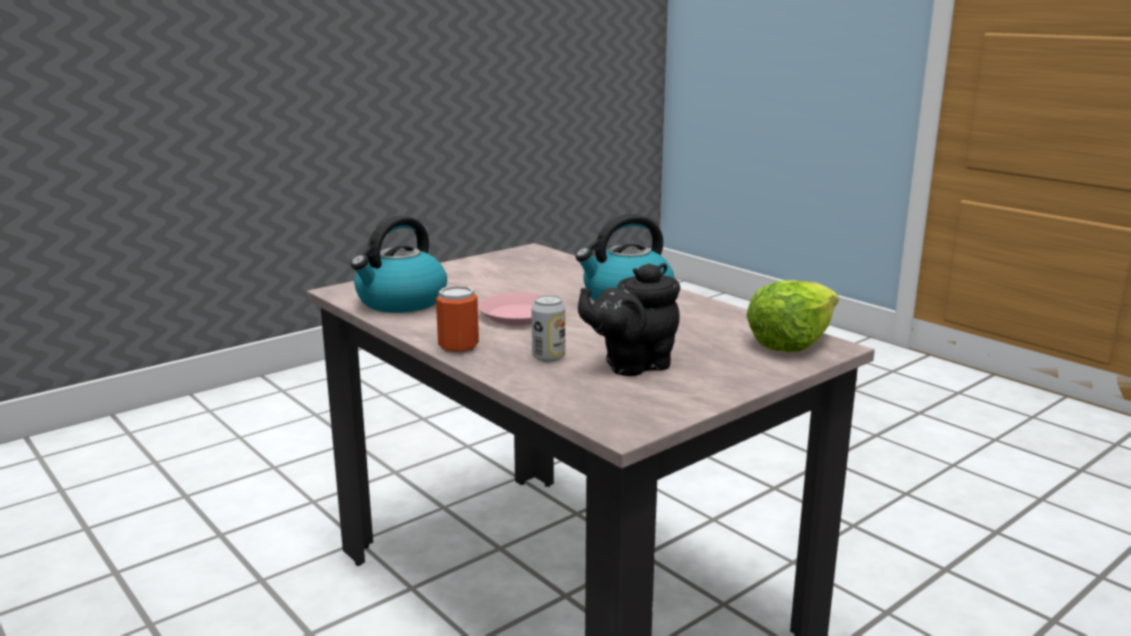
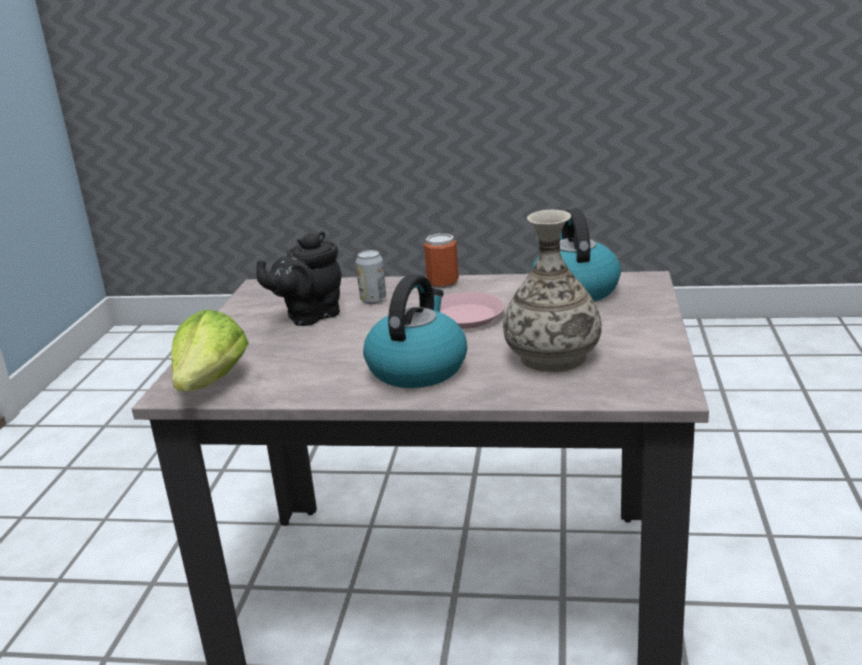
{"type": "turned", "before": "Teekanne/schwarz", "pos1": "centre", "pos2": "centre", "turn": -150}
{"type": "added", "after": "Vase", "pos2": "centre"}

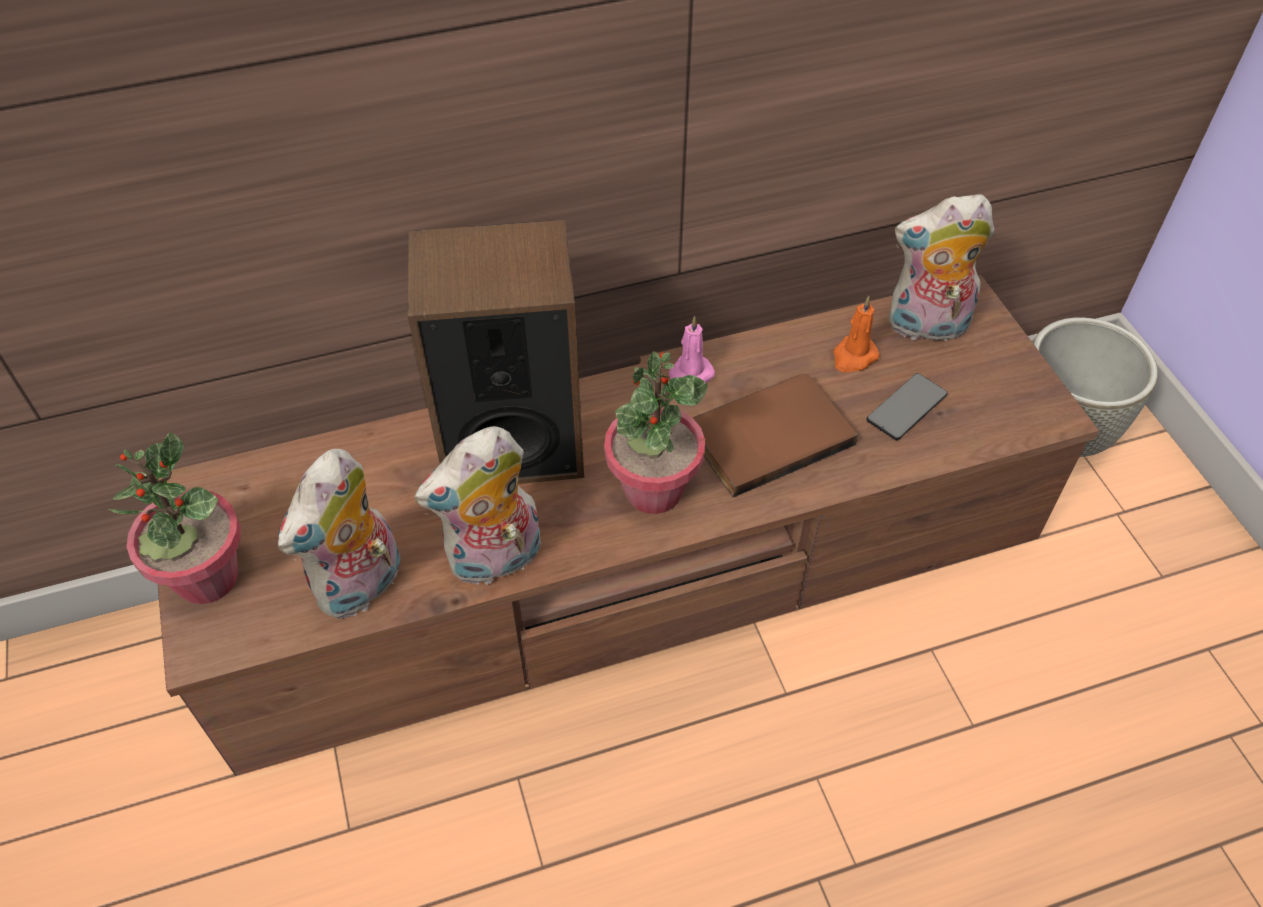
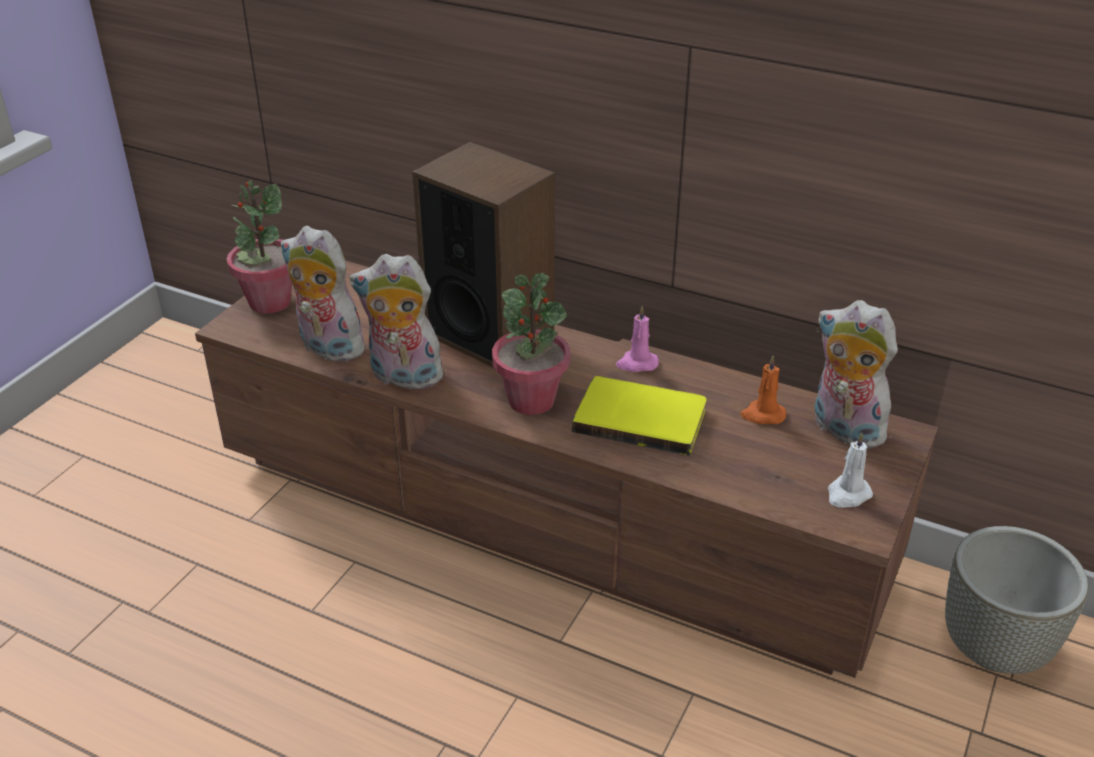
{"type": "removed", "before": "Handy", "pos1": "middle right"}
{"type": "recoloured", "before": "Buch/braun", "after": "Buch/gelb", "pos1": "centre", "pos2": "centre"}
{"type": "turned", "before": "Plüschtier (1st from left)", "pos1": "middle left", "pos2": "middle left", "turn": 45}
{"type": "added", "after": "Kerze/weiß", "pos2": "middle right"}

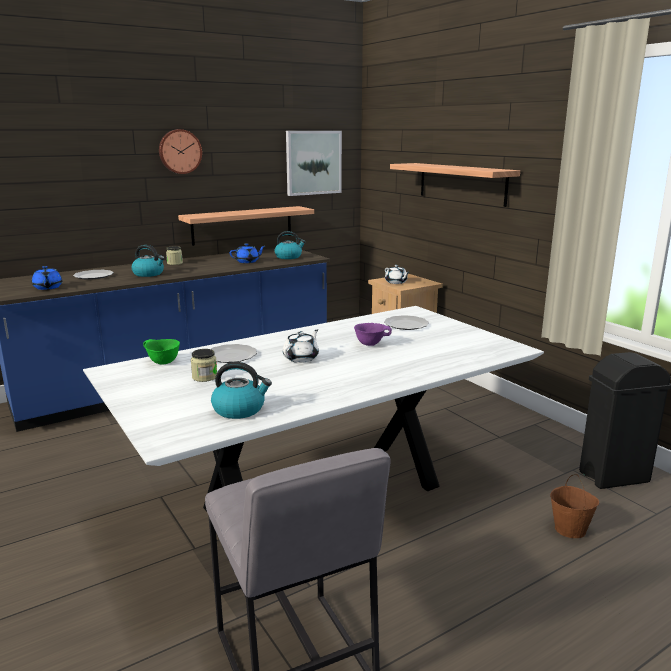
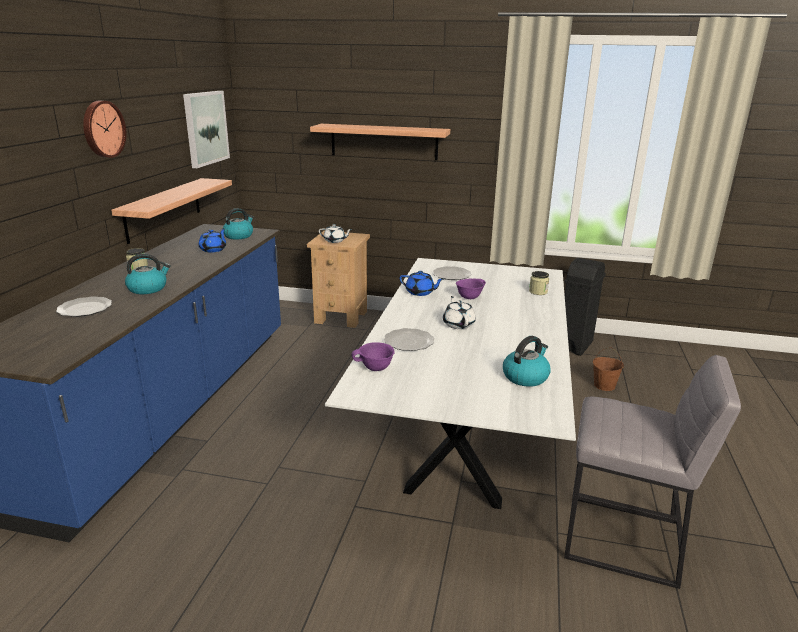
{"type": "moved", "before": "Teekanne/blau (1st from left in the first image)", "after": "Teekanne/blau (2nd from left)", "pos1": "middle left", "pos2": "centre"}
{"type": "recoloured", "before": "Schüssel/grün", "after": "Schüssel/lila (1st from left)", "pos1": "middle left", "pos2": "centre"}
{"type": "moved", "before": "Vorratsglas (2nd from left)", "pos1": "middle left", "pos2": "middle right"}

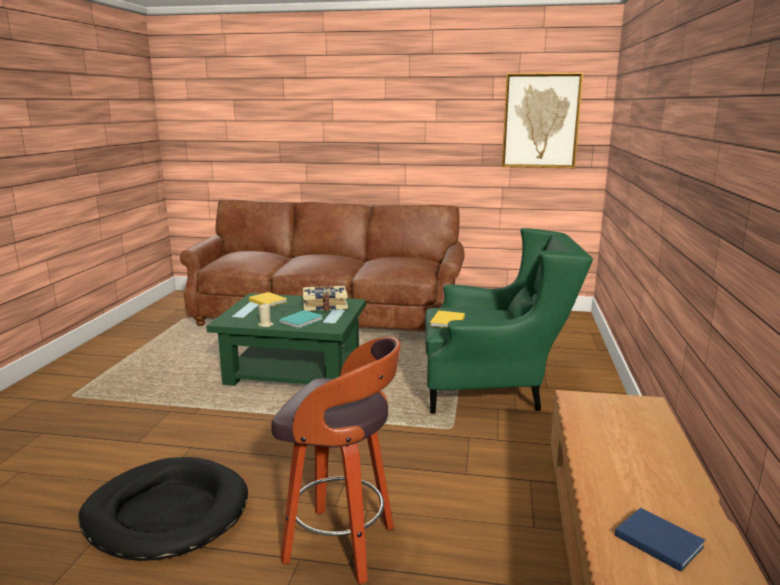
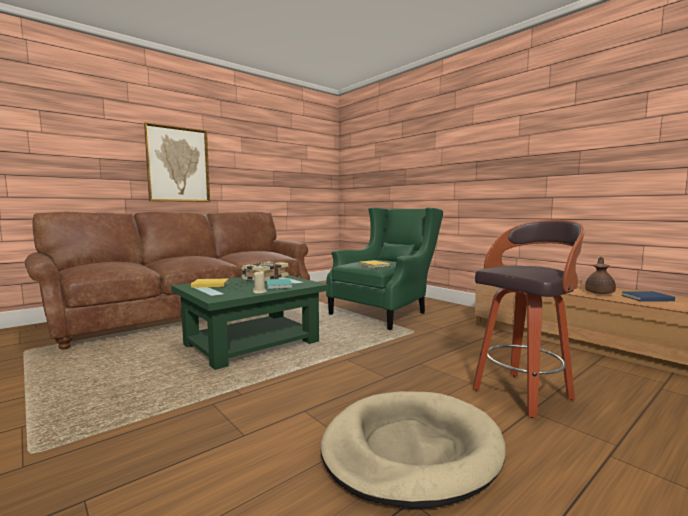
{"type": "moved", "before": "Bild", "pos1": "top right", "pos2": "top left"}
{"type": "recoloured", "before": "Hundebett/schwarz", "after": "Hundebett/beige", "pos1": "bottom left", "pos2": "bottom centre"}
{"type": "added", "after": "Teekanne/braun", "pos2": "middle right"}

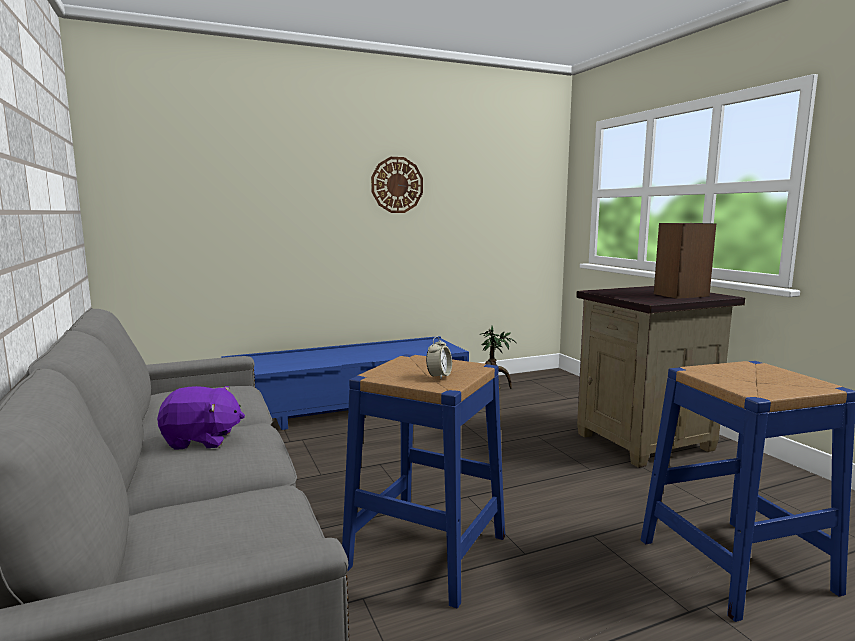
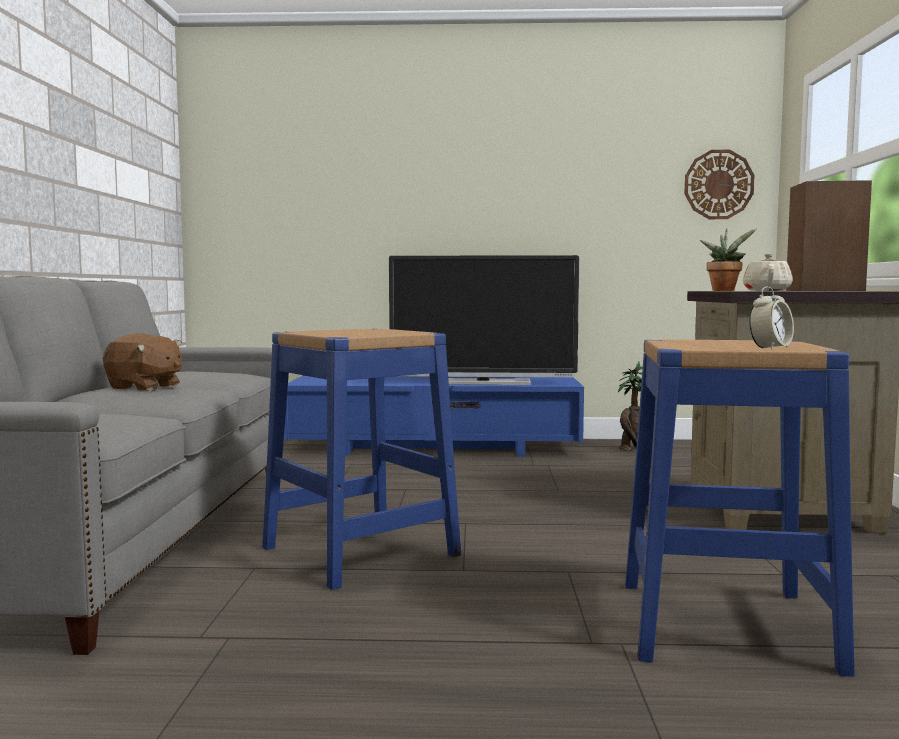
{"type": "moved", "before": "Wanduhr", "pos1": "top centre", "pos2": "top right"}
{"type": "moved", "before": "Wecker", "pos1": "centre", "pos2": "middle right"}
{"type": "recoloured", "before": "Plüschtier/lila", "after": "Plüschtier/braun", "pos1": "middle left", "pos2": "middle left"}
{"type": "added", "after": "Topfpflanze (2nd from left)", "pos2": "middle right"}
{"type": "added", "after": "Teekanne/beige", "pos2": "middle right"}
{"type": "added", "after": "Fernseher", "pos2": "centre"}

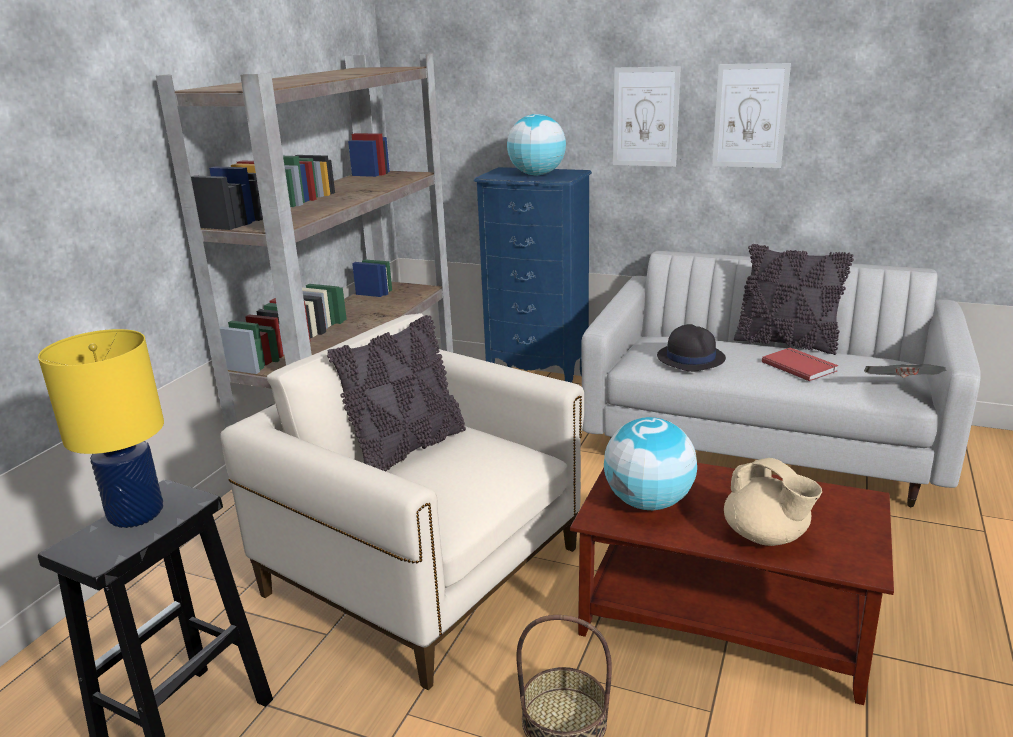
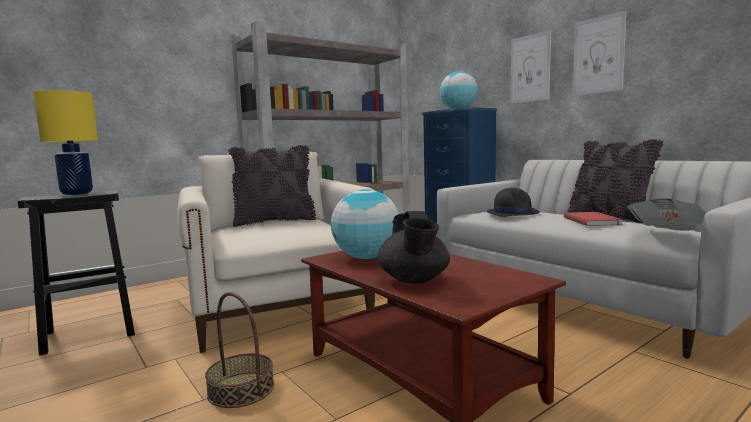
{"type": "recoloured", "before": "Teekanne/beige", "after": "Teekanne/schwarz", "pos1": "bottom right", "pos2": "centre"}

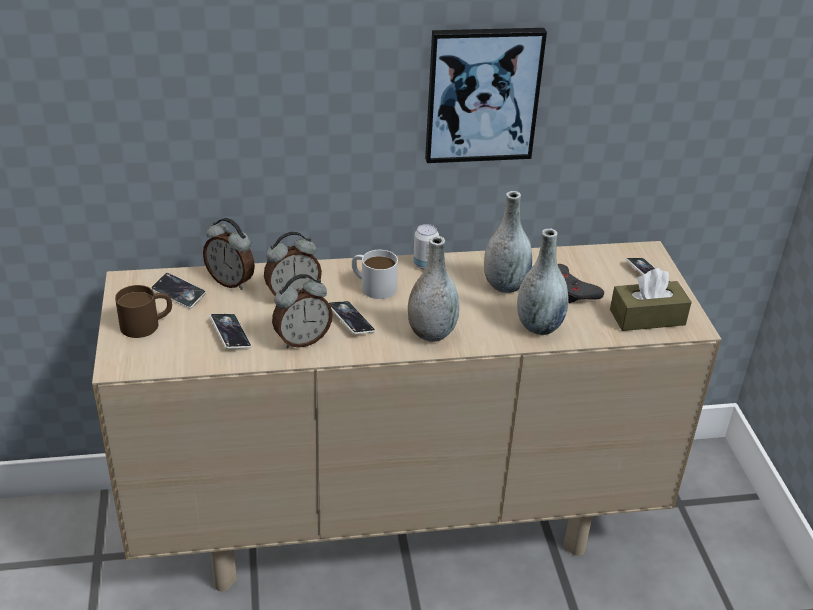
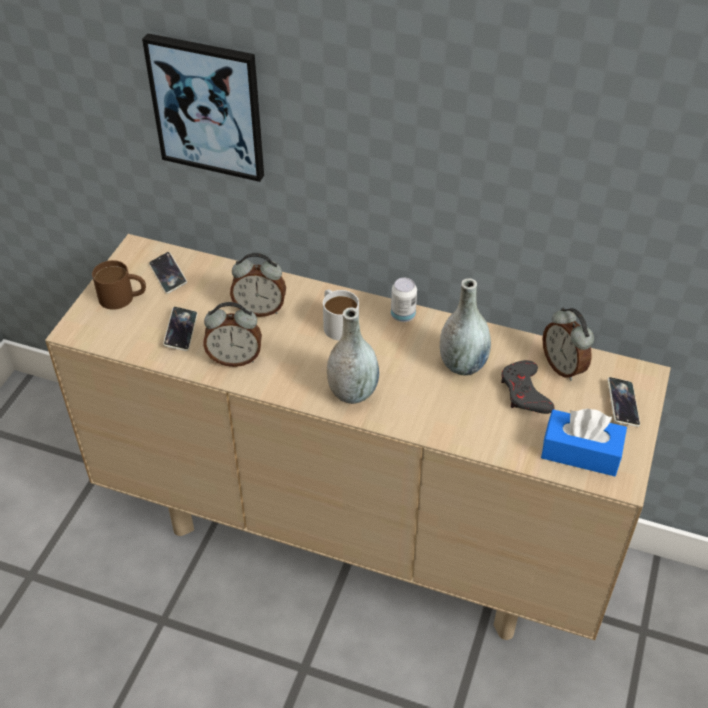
{"type": "moved", "before": "Bild", "pos1": "top centre", "pos2": "top left"}
{"type": "moved", "before": "Wecker (1st from left in the first image)", "after": "Wecker (3rd from left)", "pos1": "middle left", "pos2": "middle right"}
{"type": "removed", "before": "Vase/grau (3rd from left)", "pos1": "middle right"}
{"type": "recoloured", "before": "Taschentuchbox/braun", "after": "Taschentuchbox/blau", "pos1": "middle right", "pos2": "middle right"}
{"type": "removed", "before": "Handy (3rd from left)", "pos1": "centre"}

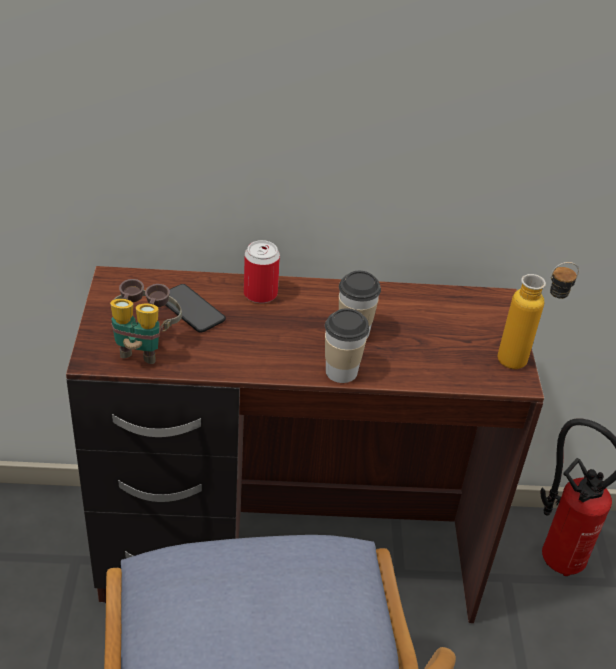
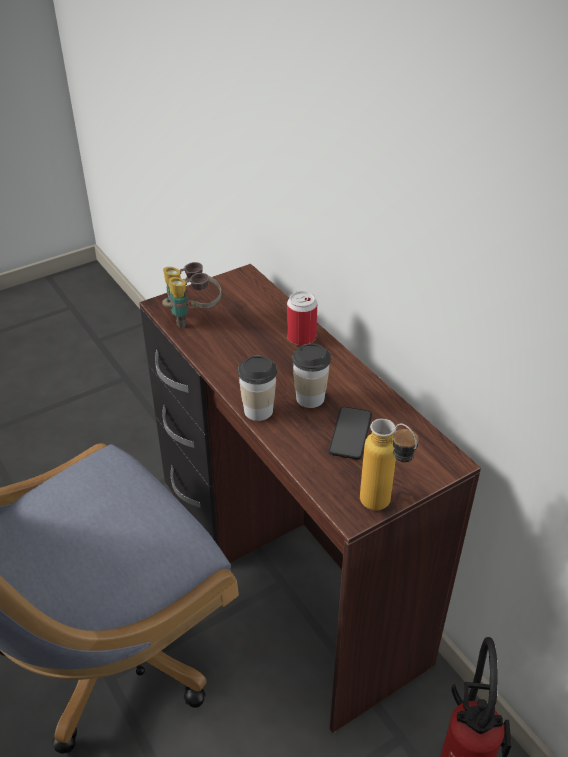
{"type": "moved", "before": "Handy", "pos1": "middle left", "pos2": "centre"}

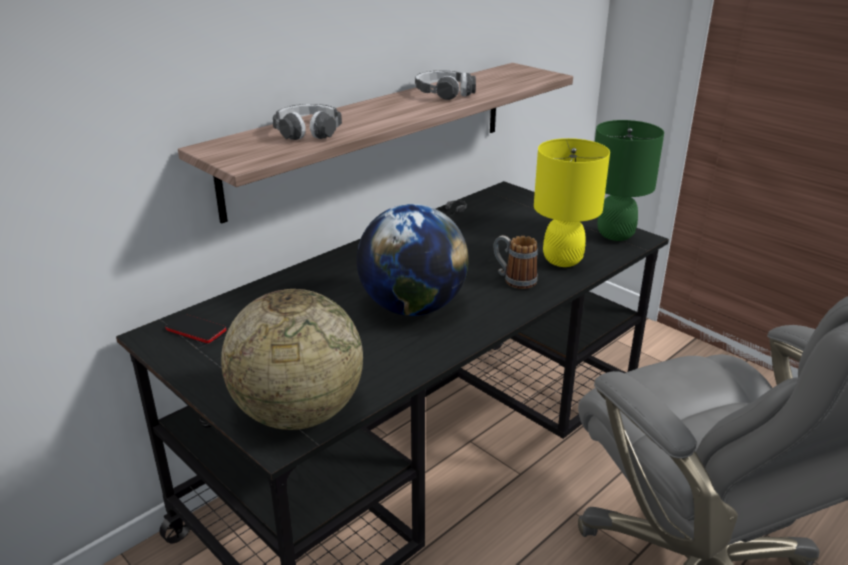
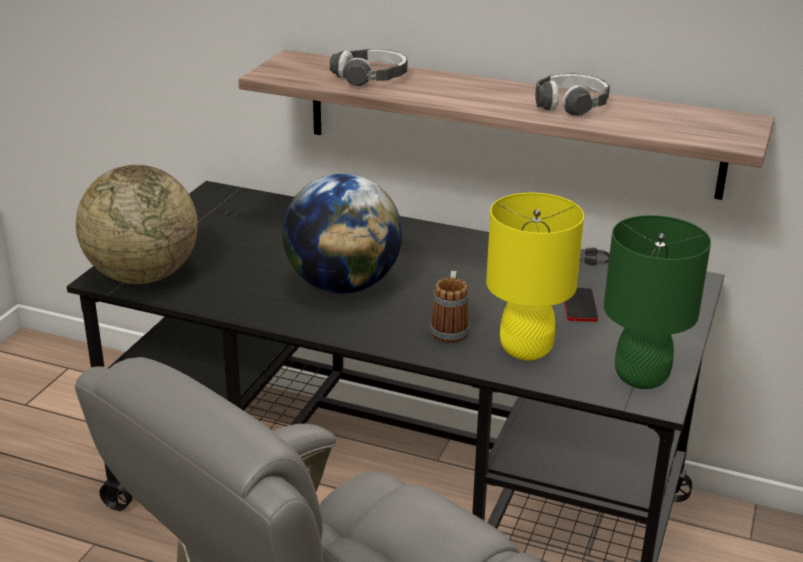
{"type": "moved", "before": "Handy", "pos1": "middle left", "pos2": "middle right"}

